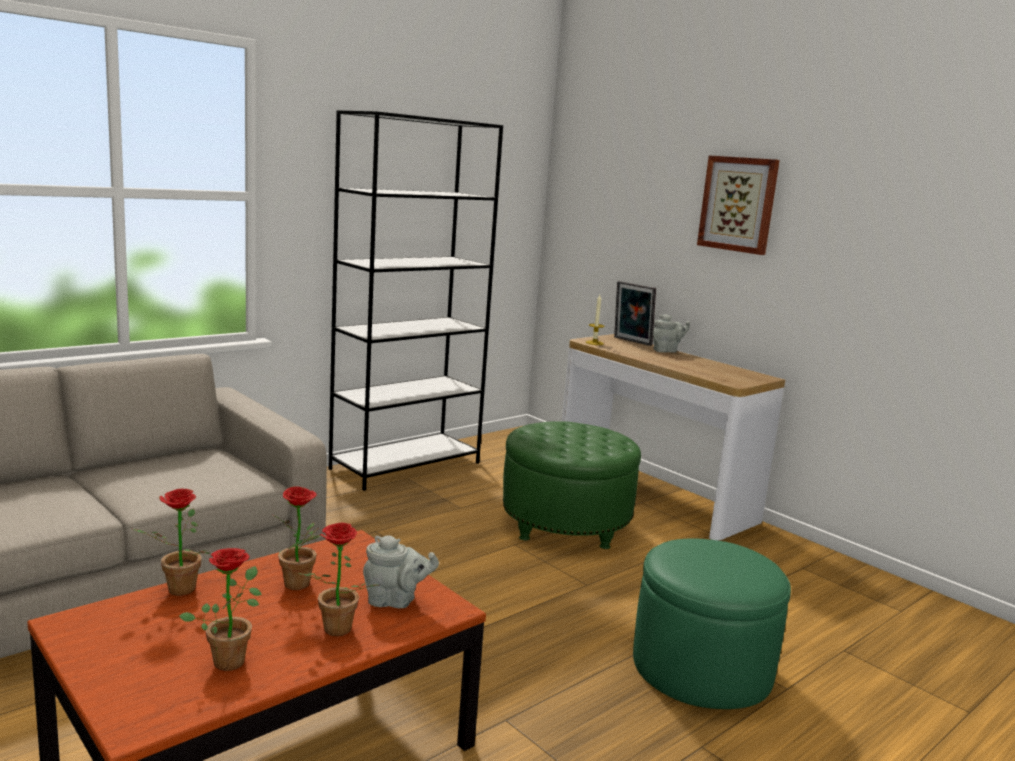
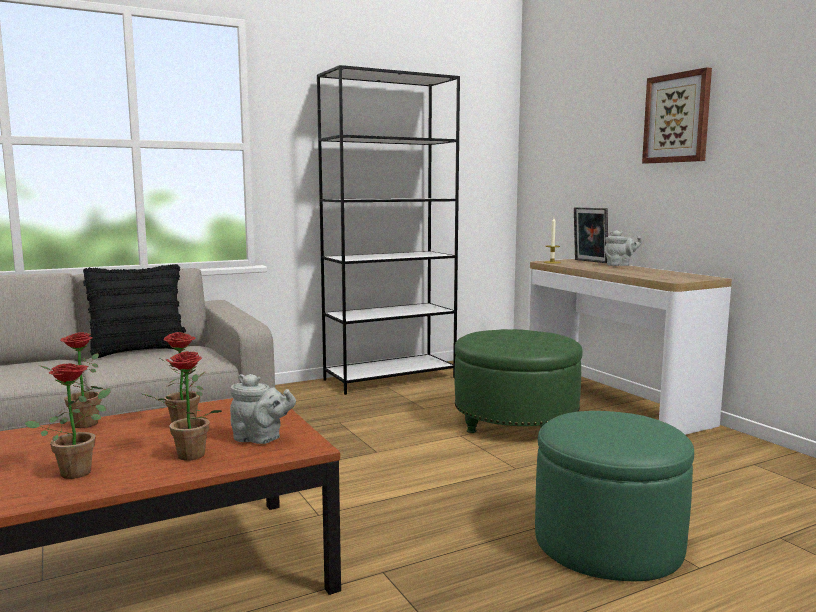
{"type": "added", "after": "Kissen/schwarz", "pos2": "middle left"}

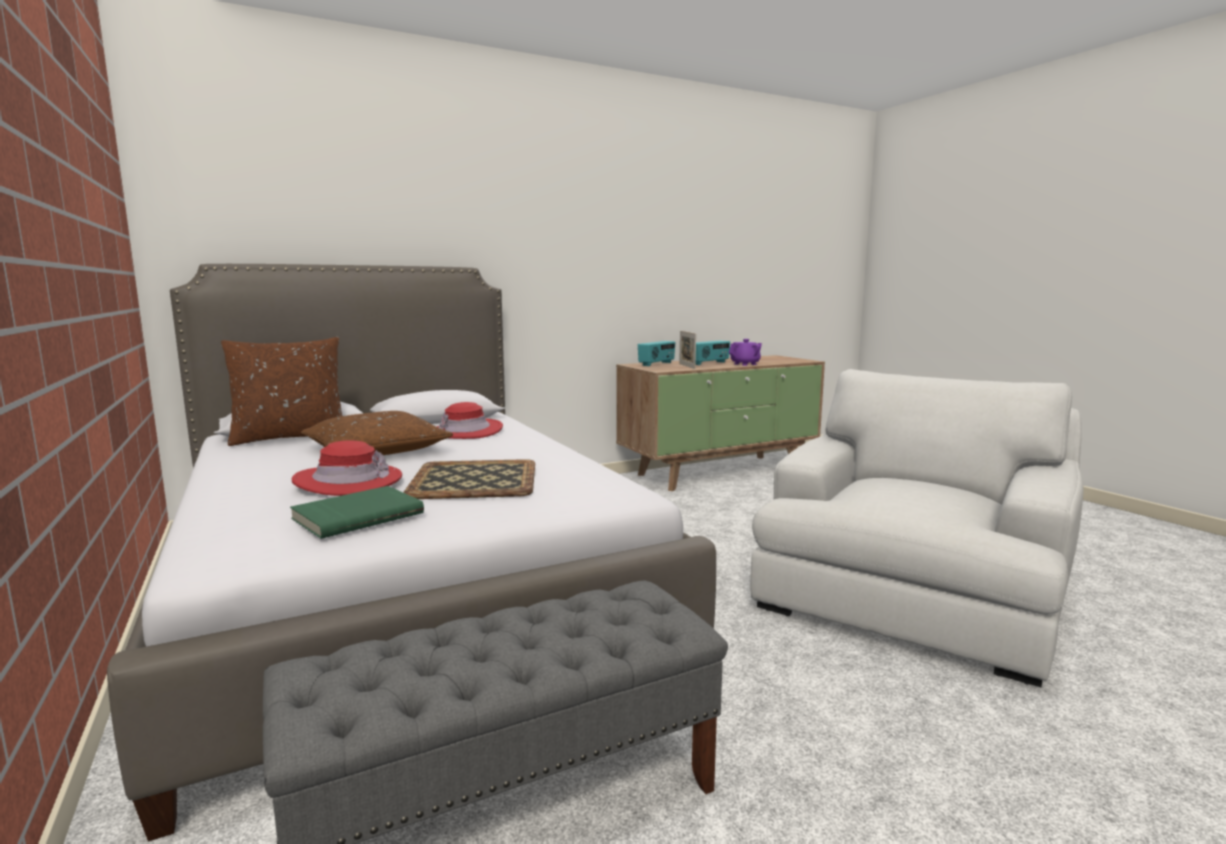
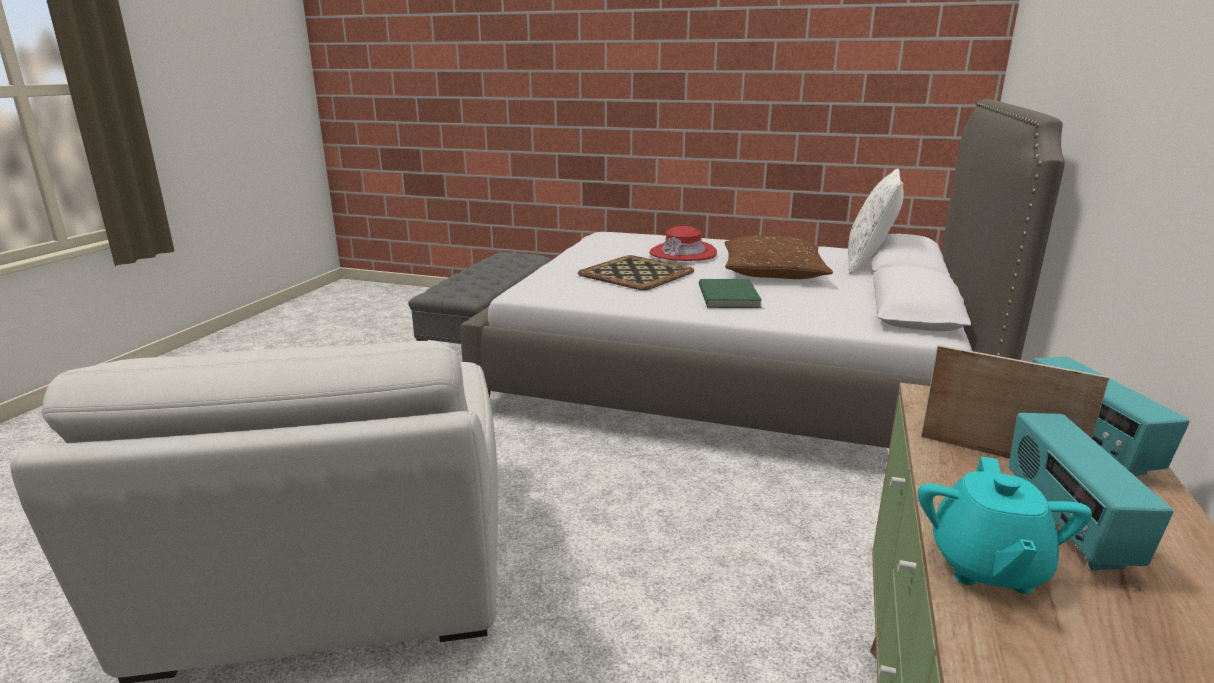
{"type": "recoloured", "before": "Kissen/braun (1st from left)", "after": "Kissen/weiß", "pos1": "middle left", "pos2": "top right"}
{"type": "recoloured", "before": "Teekanne/lila", "after": "Teekanne/türkis", "pos1": "centre", "pos2": "bottom right"}
{"type": "removed", "before": "Hut/rot (2nd from left)", "pos1": "centre"}
{"type": "moved", "before": "Buch/grün", "pos1": "middle left", "pos2": "centre"}

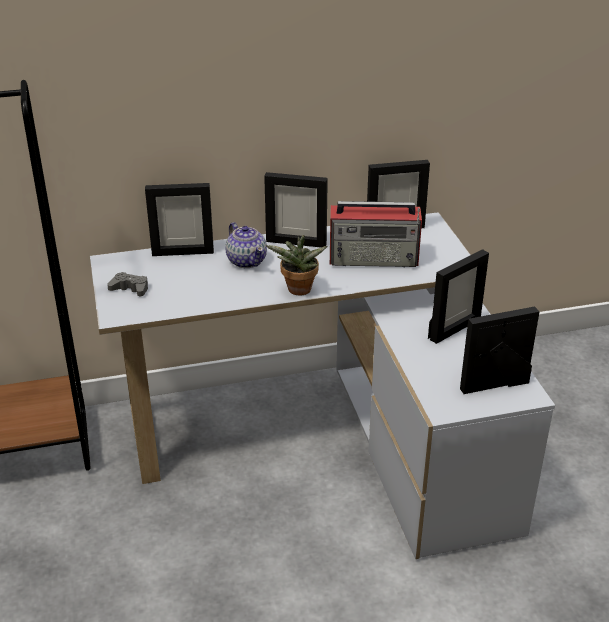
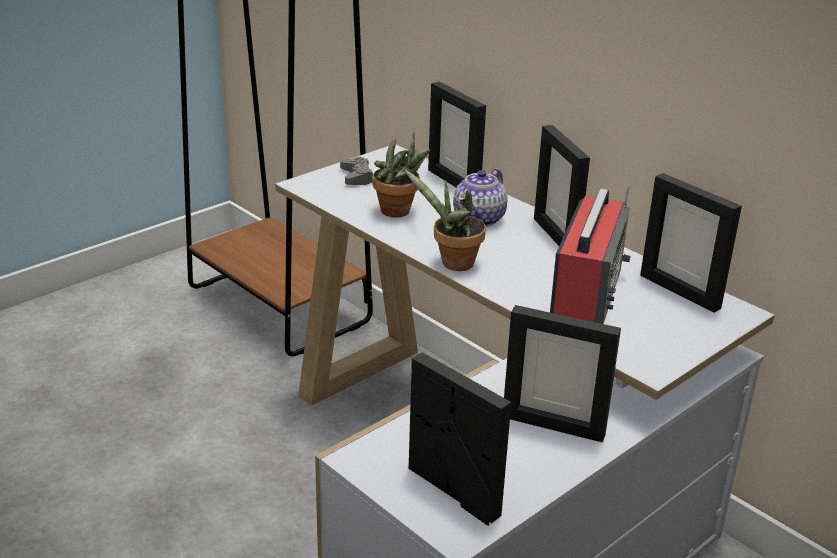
{"type": "turned", "before": "Radio", "pos1": "centre", "pos2": "middle right", "turn": -135}
{"type": "added", "after": "Topfpflanze (1st from left)", "pos2": "top centre"}

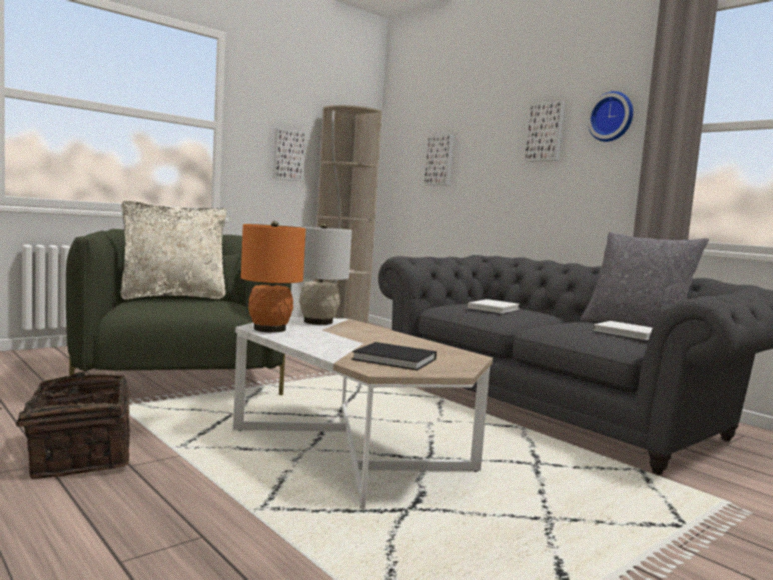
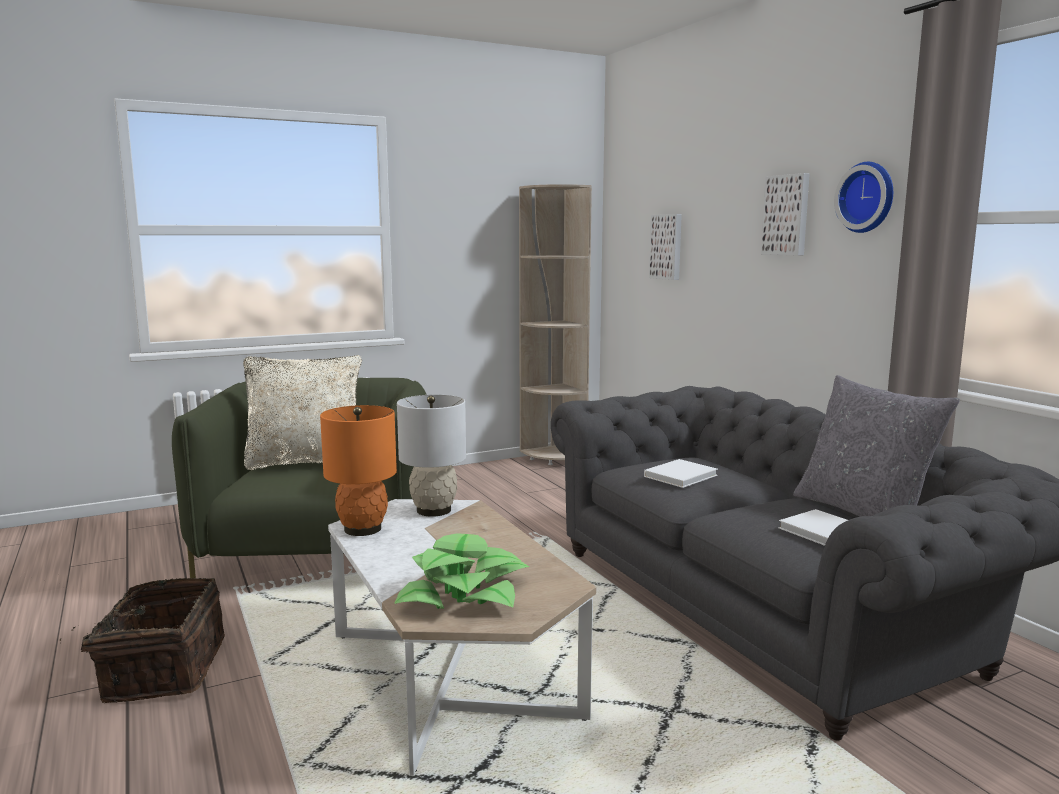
{"type": "removed", "before": "Bild (1st from left)", "pos1": "top centre"}
{"type": "replaced", "before": "Buch/schwarz", "after": "Topfpflanze", "pos1": "centre", "pos2": "bottom centre"}

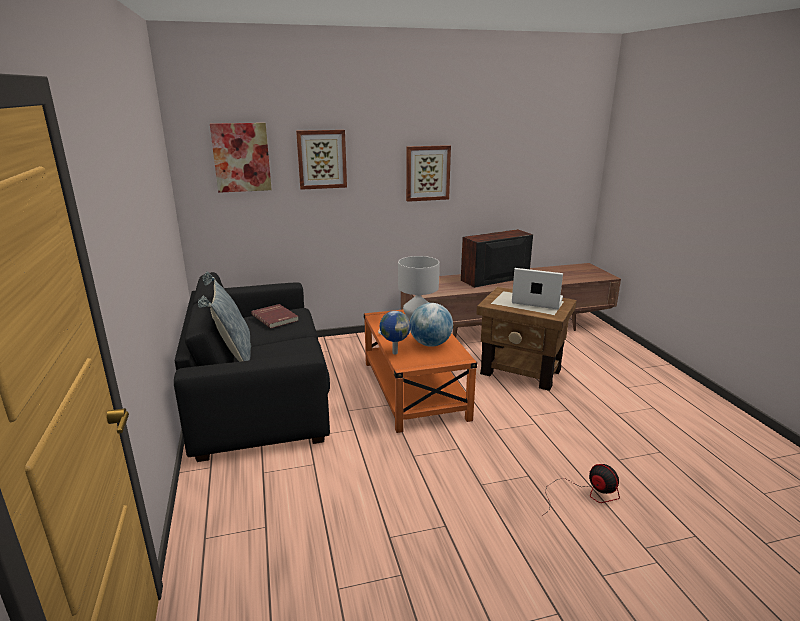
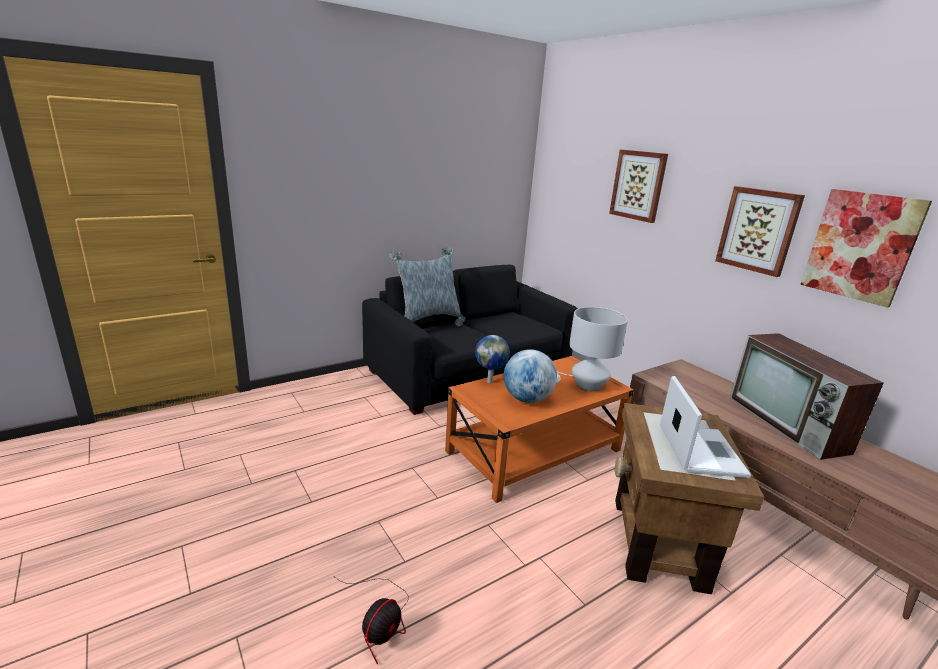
{"type": "moved", "before": "Bild (1st from left in the first image)", "after": "Bild (3rd from left)", "pos1": "top left", "pos2": "middle right"}
{"type": "turned", "before": "Fernseher", "pos1": "centre", "pos2": "middle right", "turn": -150}
{"type": "removed", "before": "Buch/rot", "pos1": "centre"}

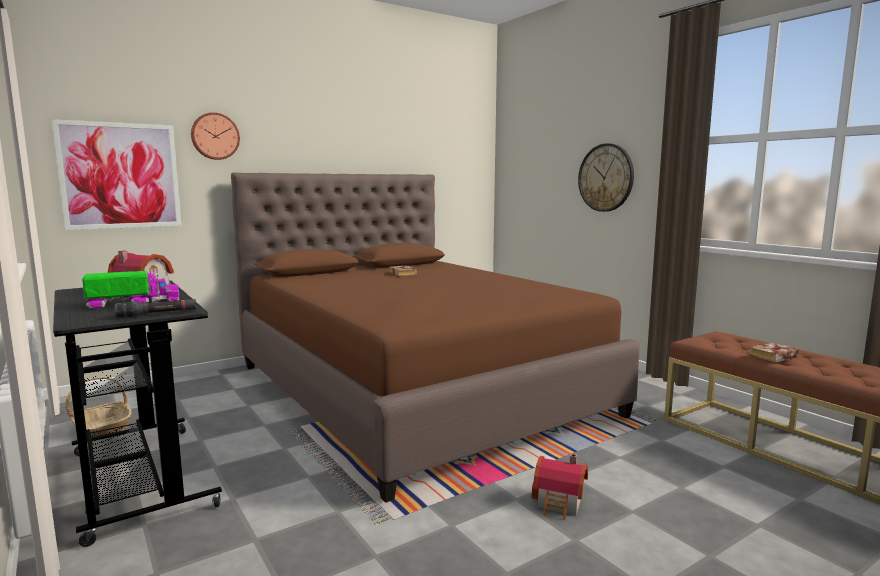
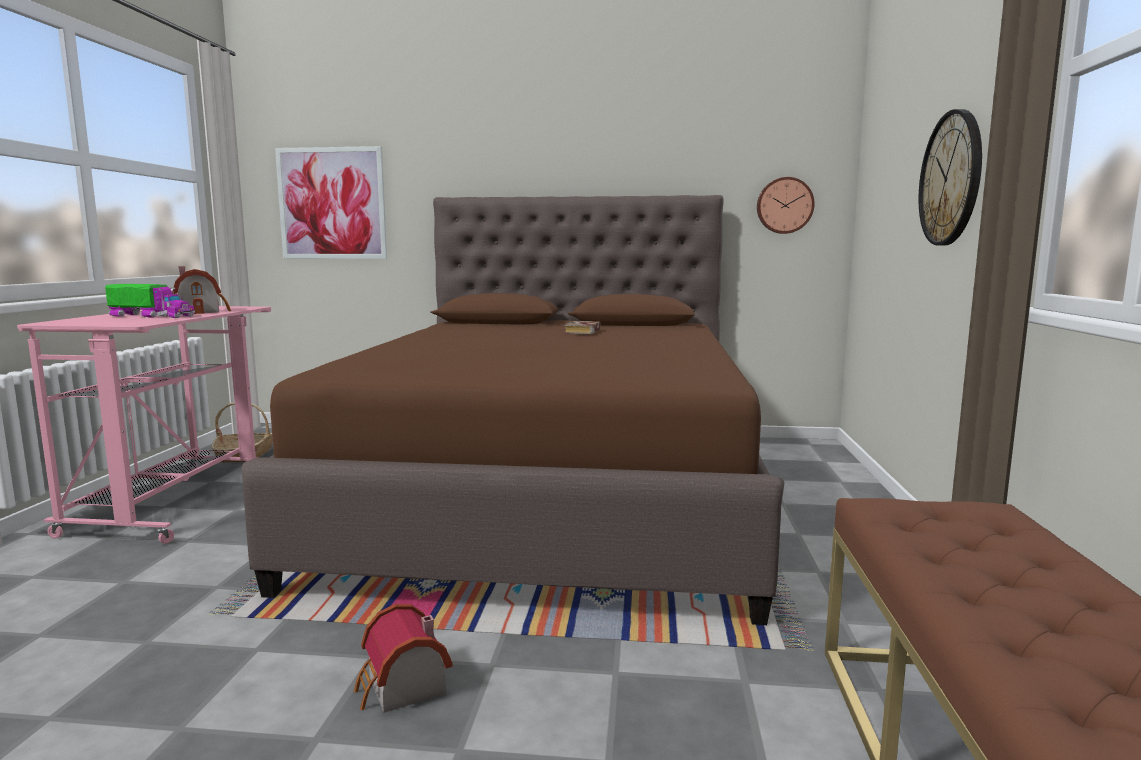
{"type": "moved", "before": "Wanduhr (1st from left)", "pos1": "top left", "pos2": "top right"}
{"type": "recoloured", "before": "Schreibtisch/schwarz", "after": "Schreibtisch/rosa", "pos1": "bottom left", "pos2": "middle left"}
{"type": "removed", "before": "Taschenlampe/schwarz", "pos1": "middle left"}
{"type": "removed", "before": "Buch (2nd from left)", "pos1": "middle right"}

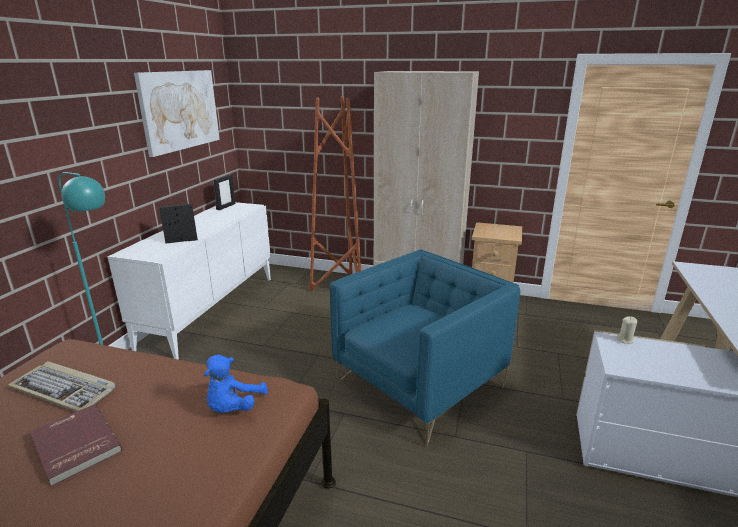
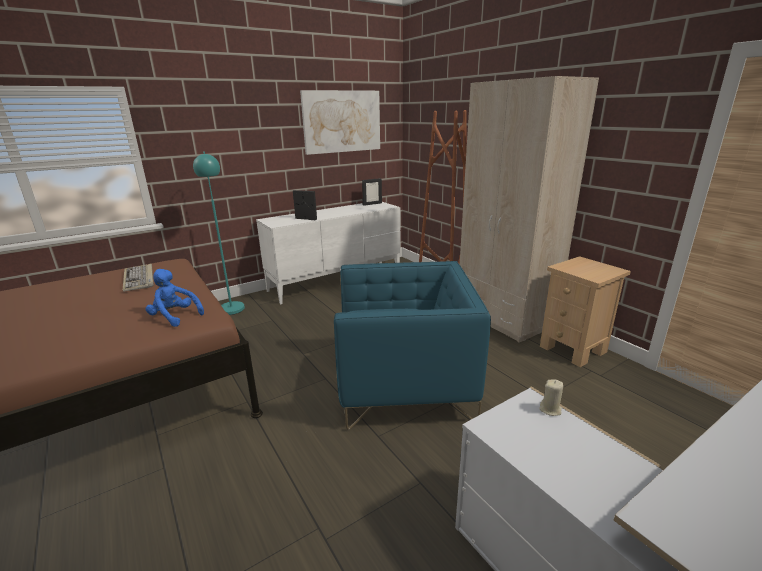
{"type": "turned", "before": "Plüschtier/blau", "pos1": "bottom left", "pos2": "middle left", "turn": 60}
{"type": "removed", "before": "Buch/rot", "pos1": "bottom left"}

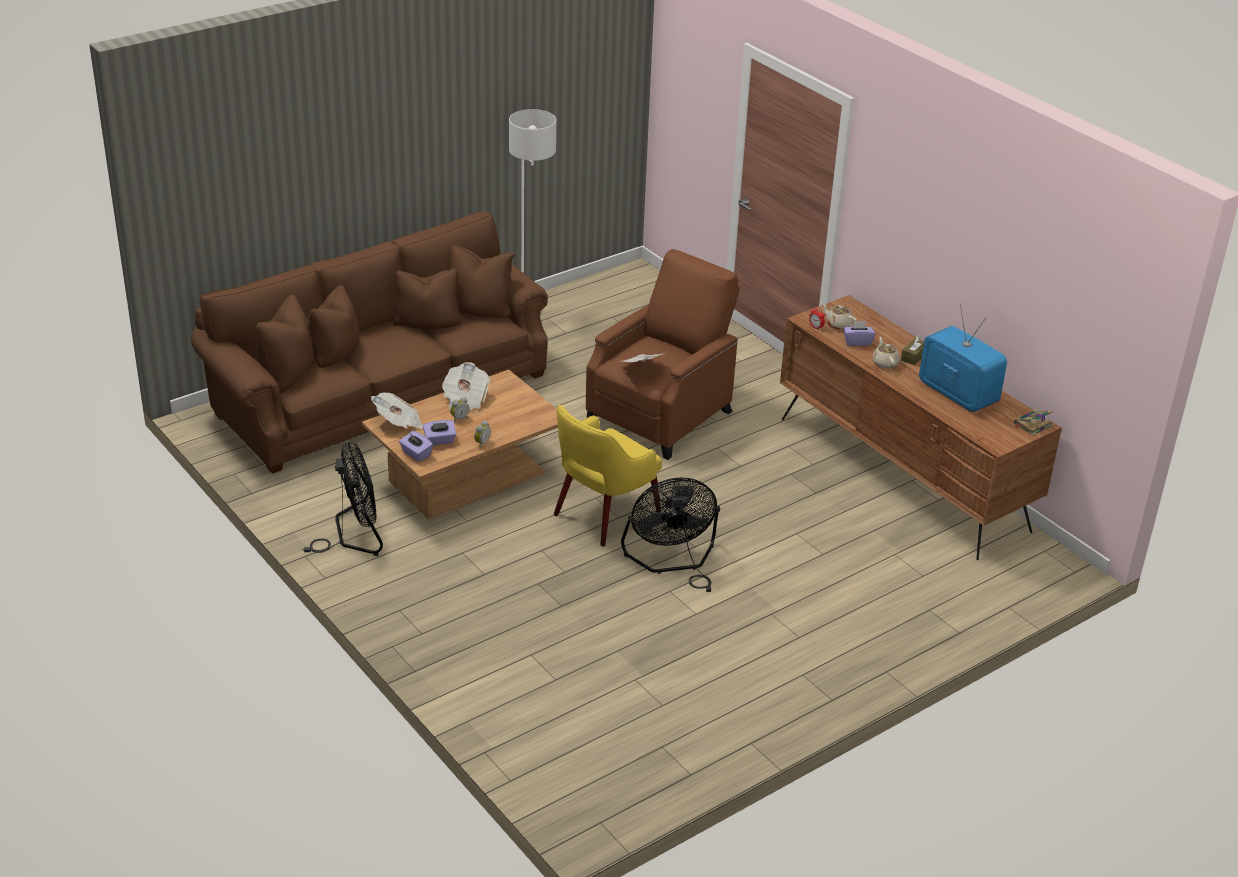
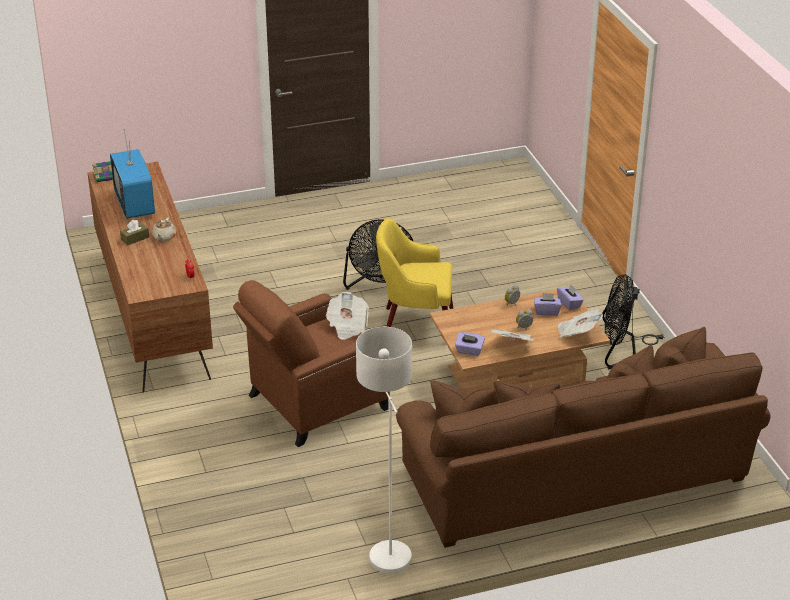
{"type": "removed", "before": "Teekanne/beige (1st from left)", "pos1": "middle right"}
{"type": "moved", "before": "Taschentuchbox/lila (3rd from left in the first image)", "after": "Taschentuchbox/lila (1st from left)", "pos1": "middle right", "pos2": "centre"}
{"type": "turned", "before": "Sessel/gelb", "pos1": "centre", "pos2": "centre", "turn": -150}

